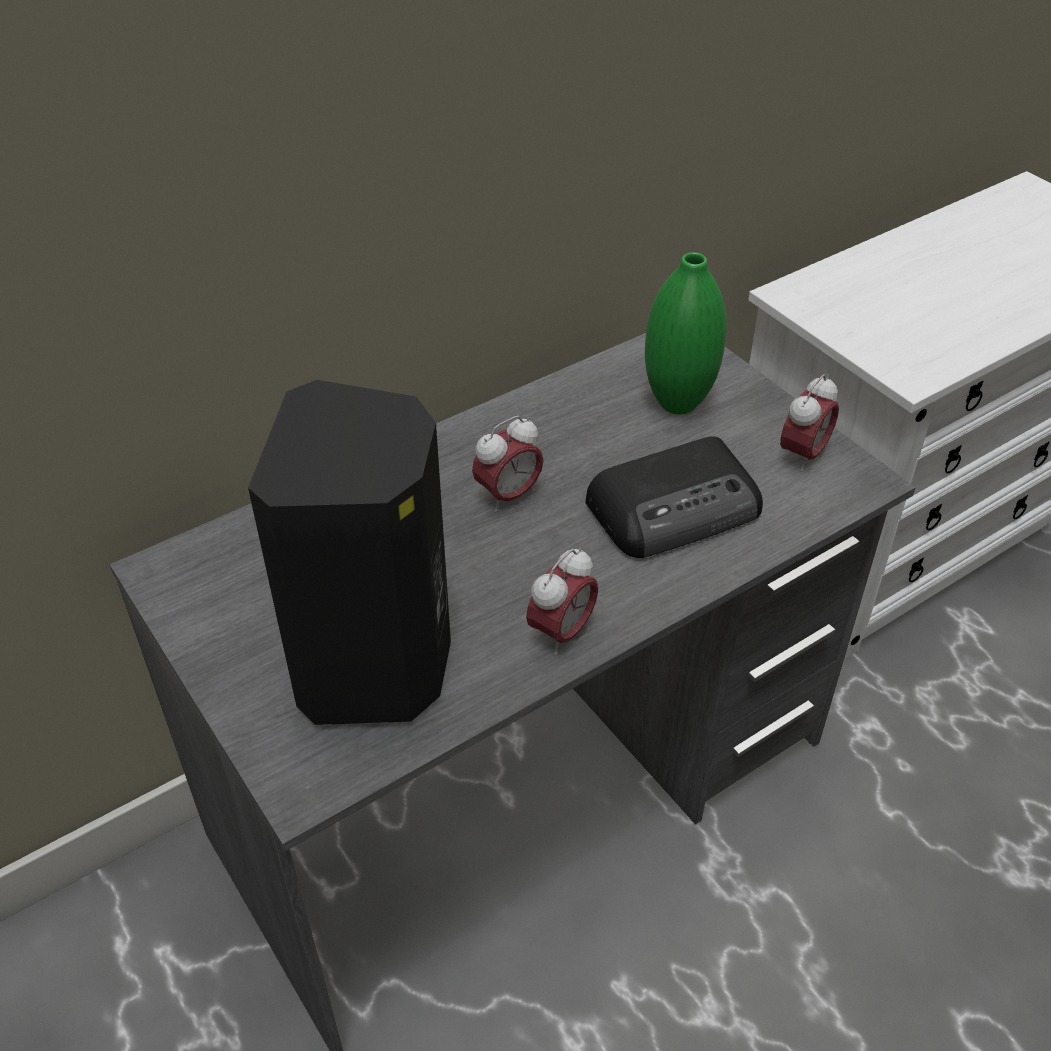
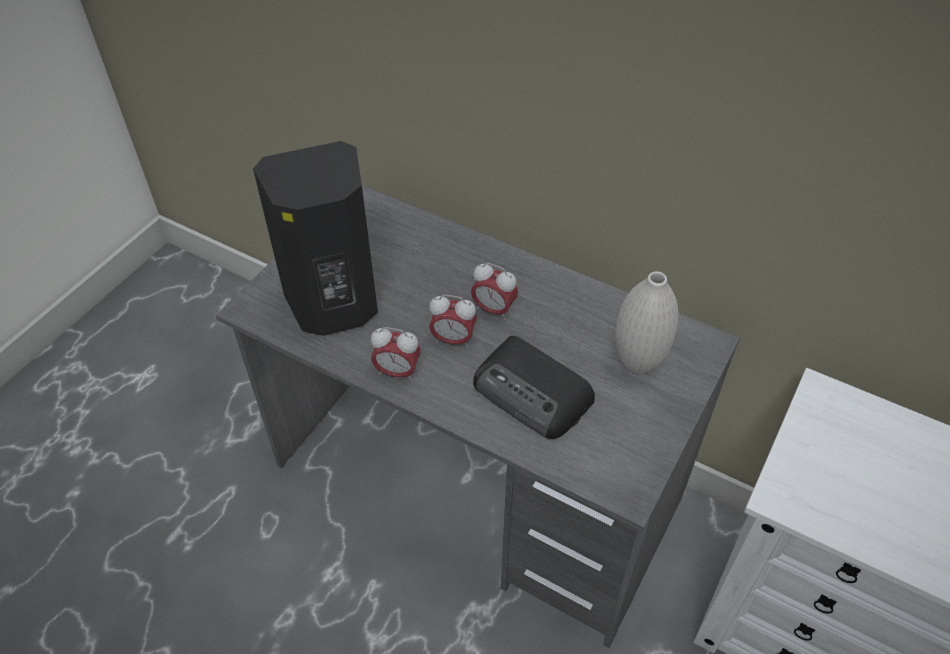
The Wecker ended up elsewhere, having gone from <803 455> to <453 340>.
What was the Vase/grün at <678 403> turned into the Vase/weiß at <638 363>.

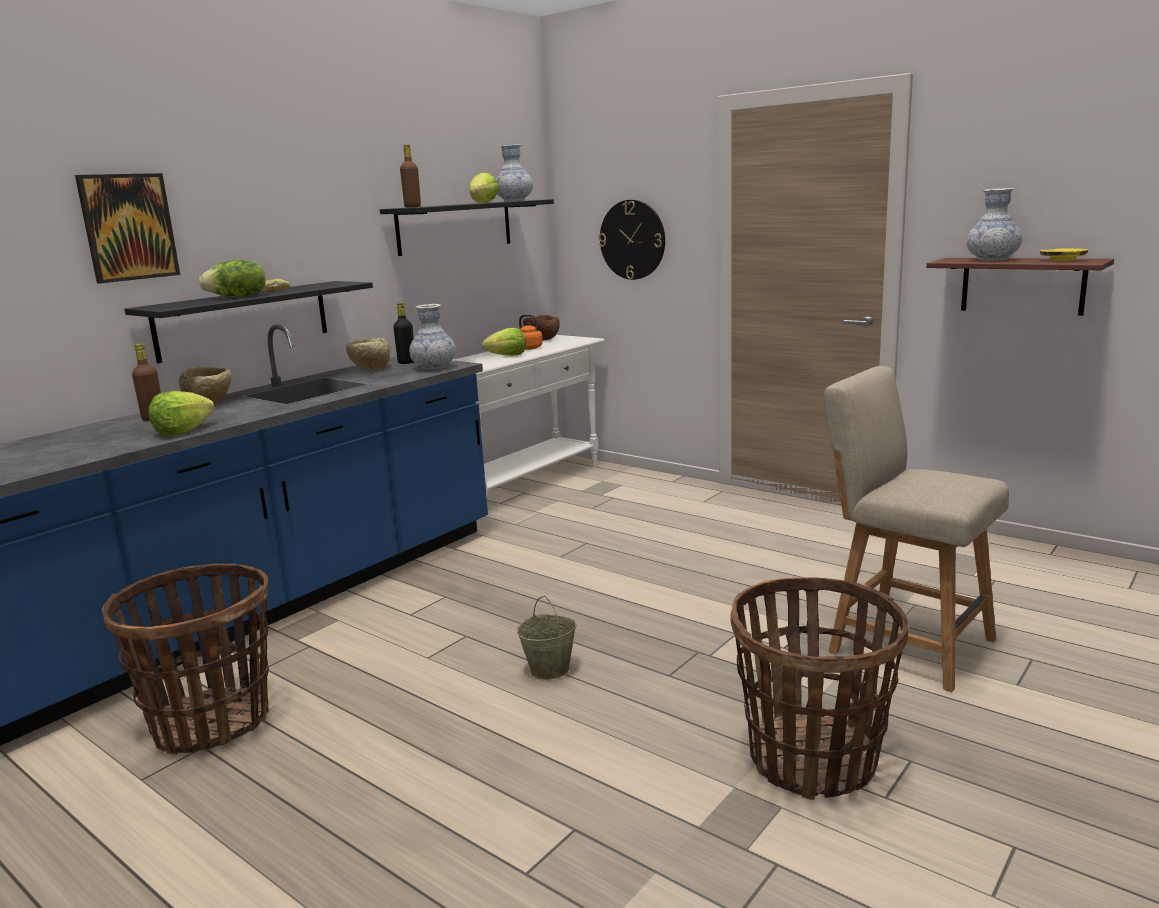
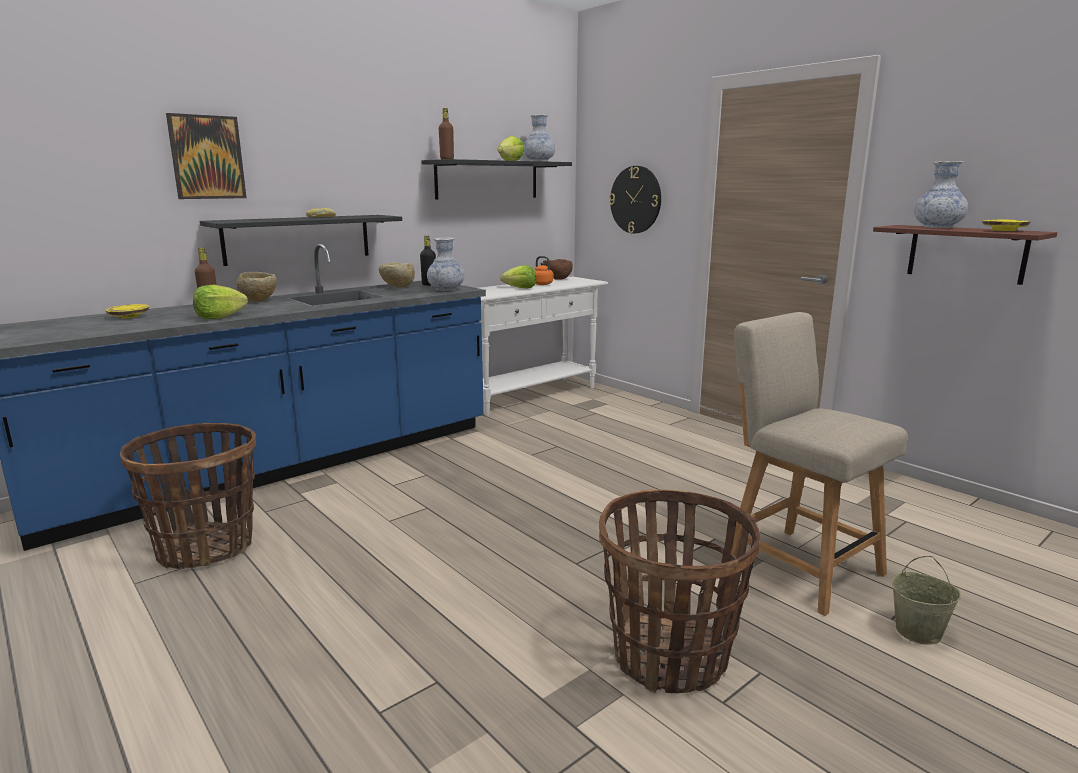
The second view gained the Teller/gelb at <129 316>.
The Eimer/beige ended up elsewhere, having gone from <550 669> to <918 632>.
The second view lost the Salatkopf at <238 297>.

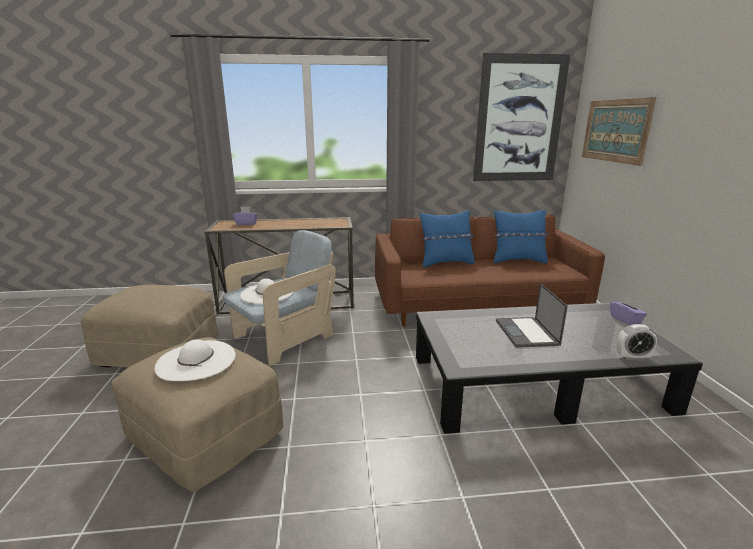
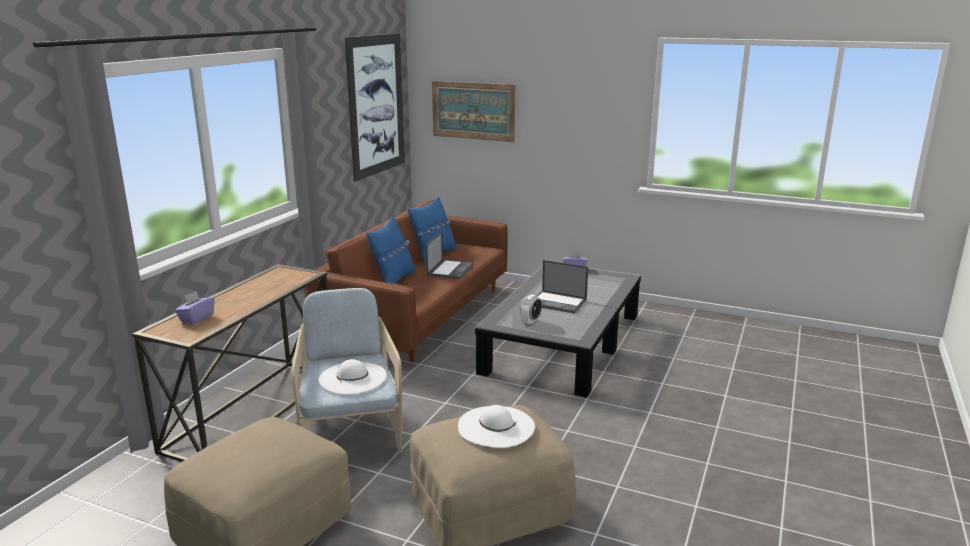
The second view gained the Laptop at <450 270>.
The Wecker ended up elsewhere, having gone from <632 357> to <530 323>.

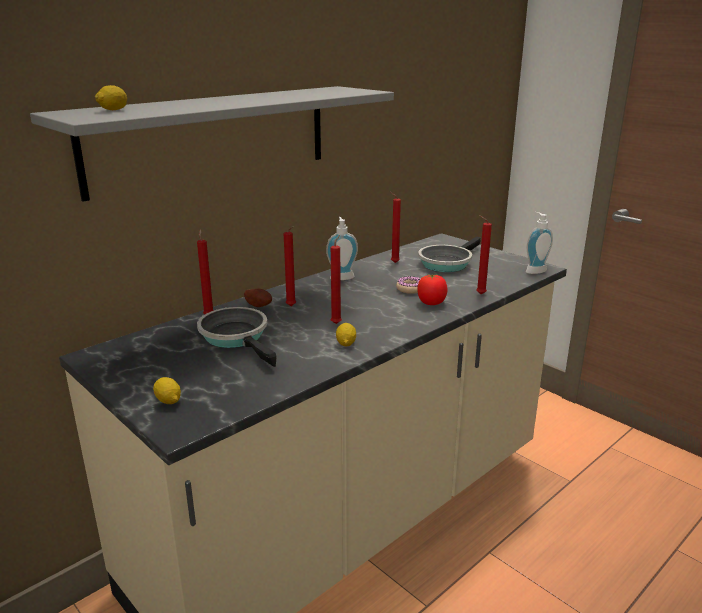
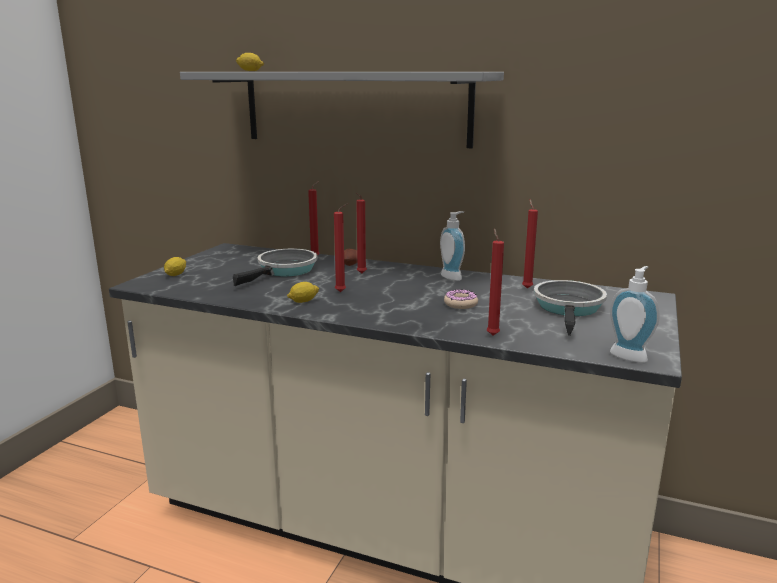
The Pfanne at <446 263> ended up facing another way, 90 degrees clockwise from before.
The second view lost the Tomate at <431 303>.

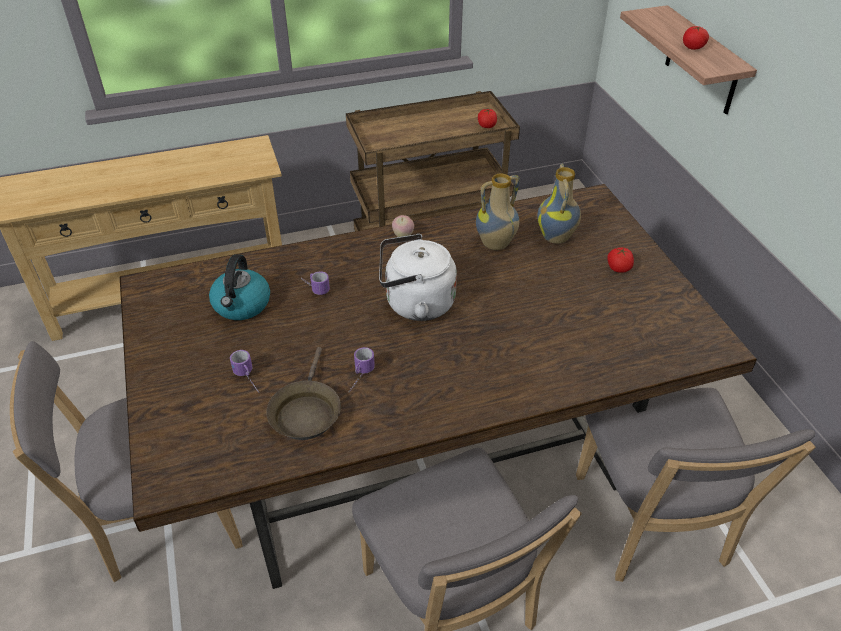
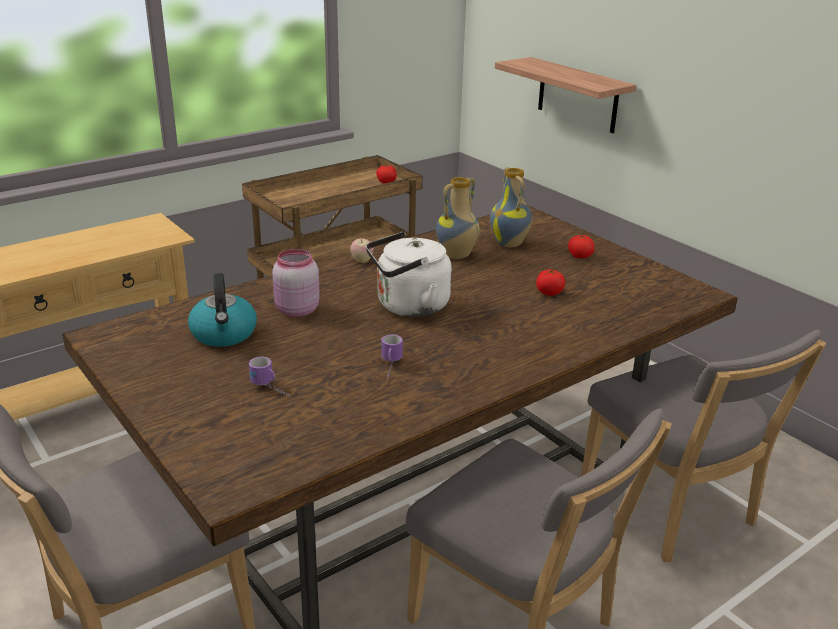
Where the Henkelbecher stood at <314 288>, the Vorratsglas/rosa came to stand at <296 310>.
The Tomate ended up elsewhere, having gone from <693 47> to <549 293>.
The second view lost the Pfanne/braun at <305 412>.

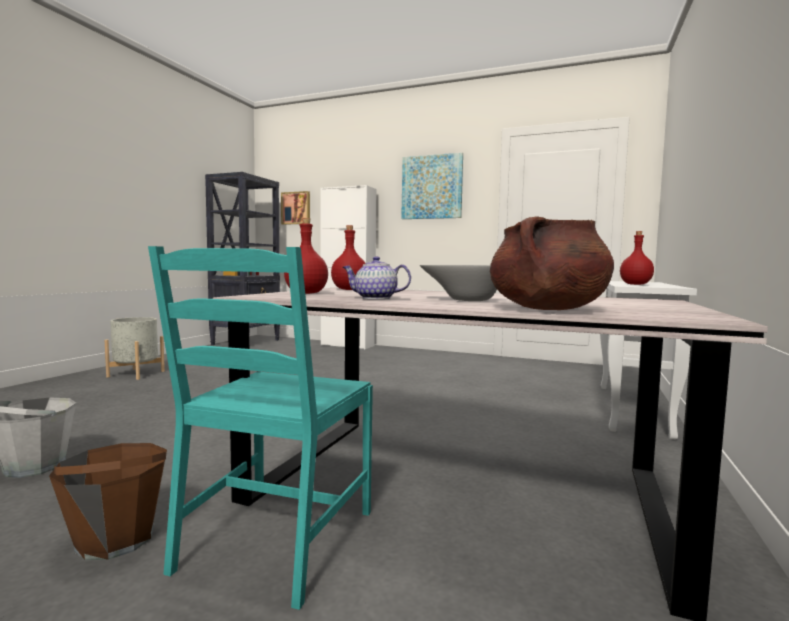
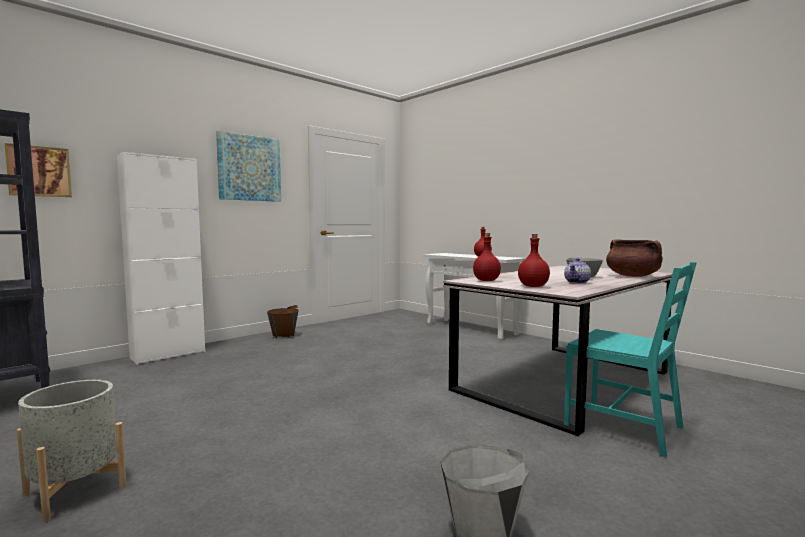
The Eimer/braun ended up elsewhere, having gone from <115 539> to <283 336>.

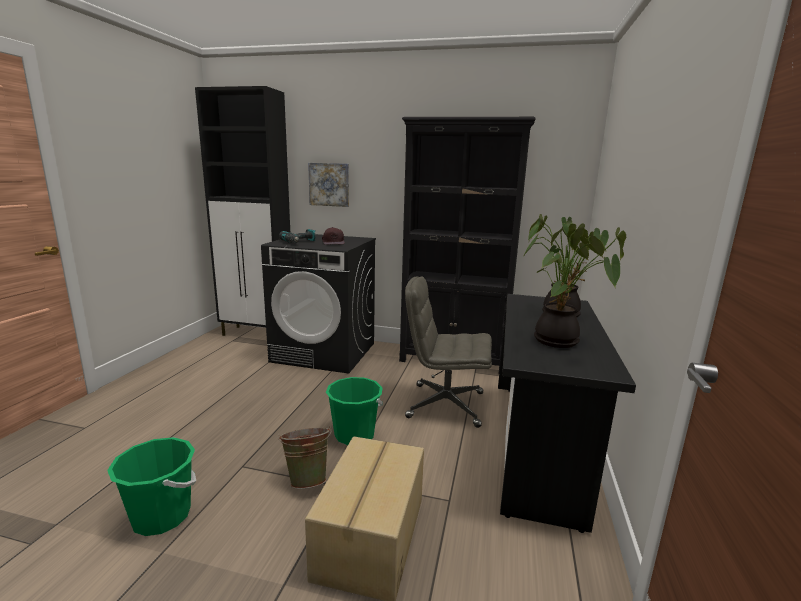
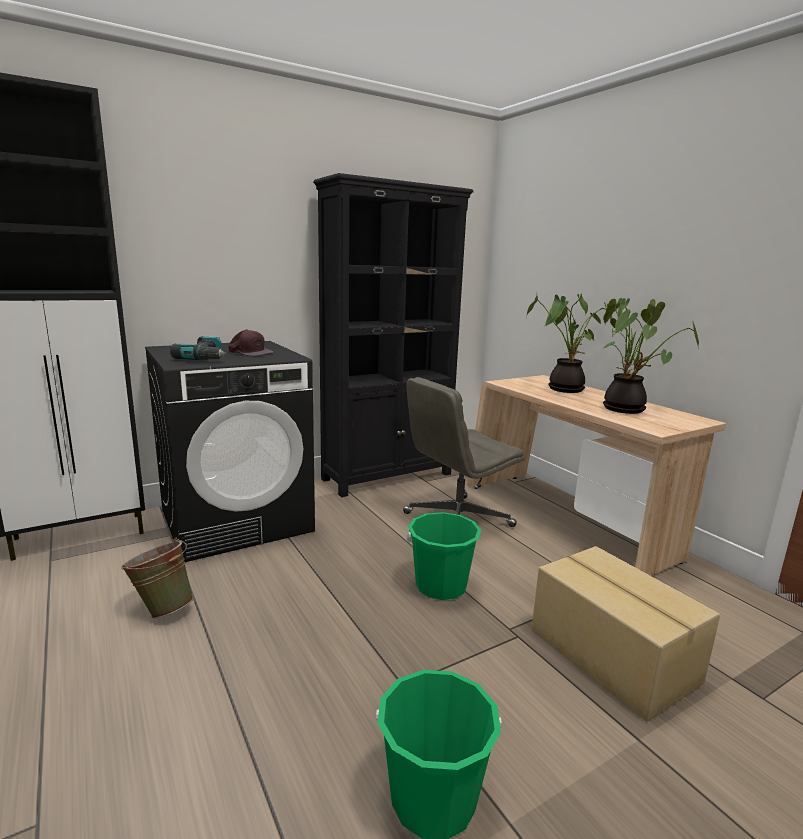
The Eimer/grün ended up elsewhere, having gone from <307 479> to <162 608>.
What was the Schreibtisch/schwarz at <537 445> turned into the Schreibtisch/beige at <567 520>.
The second view lost the Bild at <329 184>.

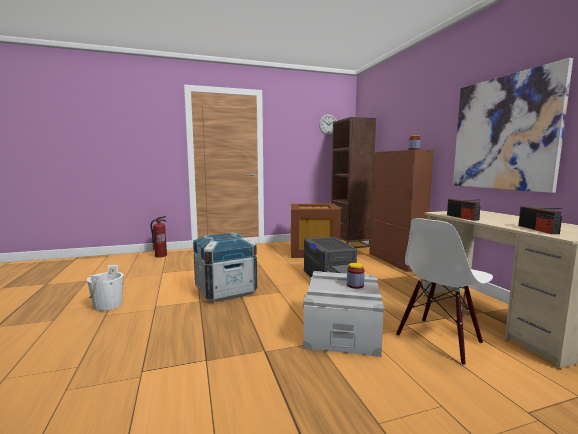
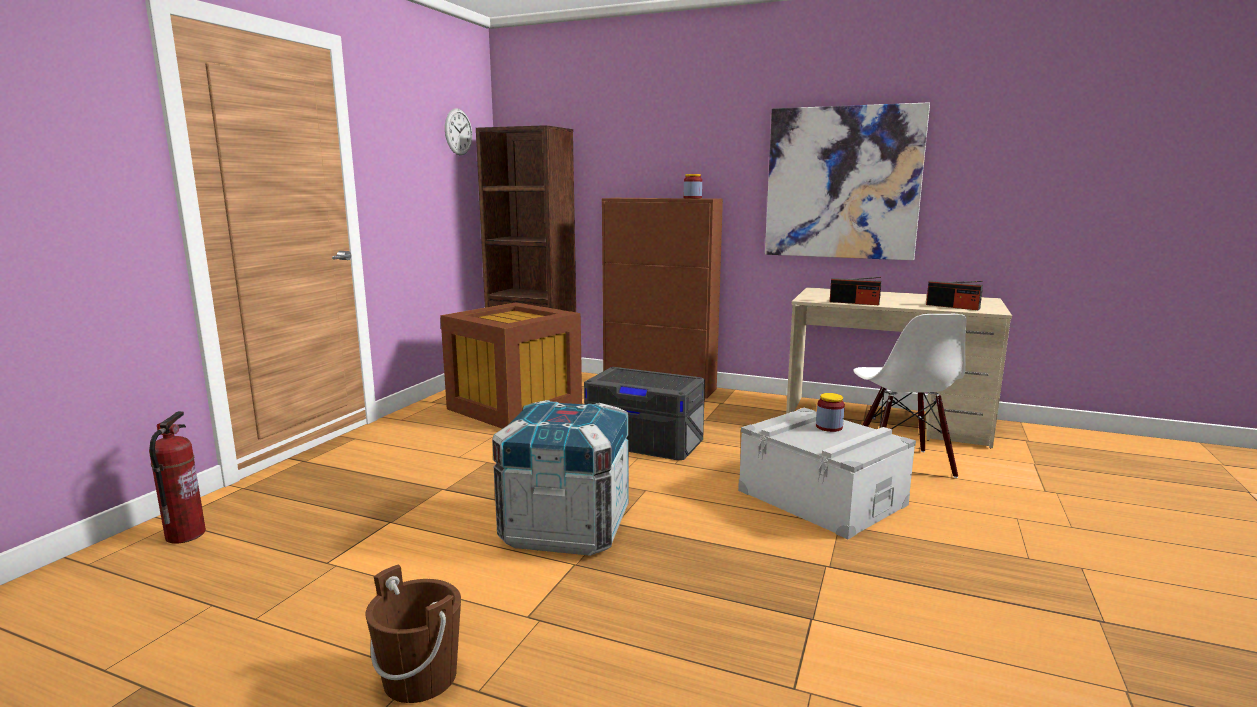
What was the Eimer/weiß at <108 305> turned into the Eimer/braun at <420 677>.

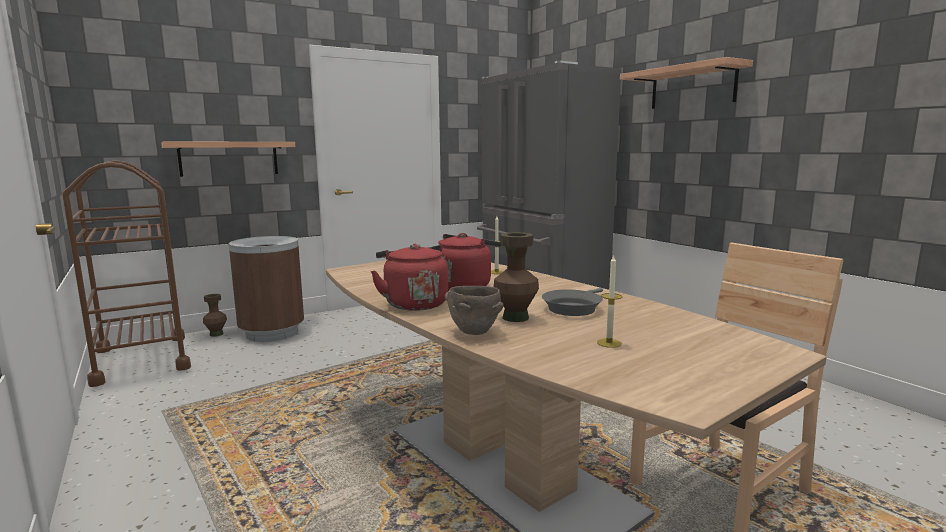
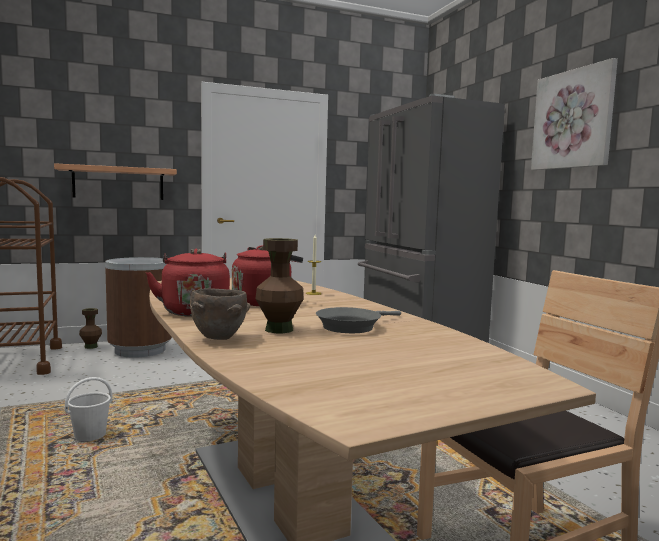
The second view gained the Eimer/weiß at <89 436>.
Where the Wandregal hung at <692 87>, the Bild came to hang at <573 119>.
The second view lost the Kerze at <609 343>.

